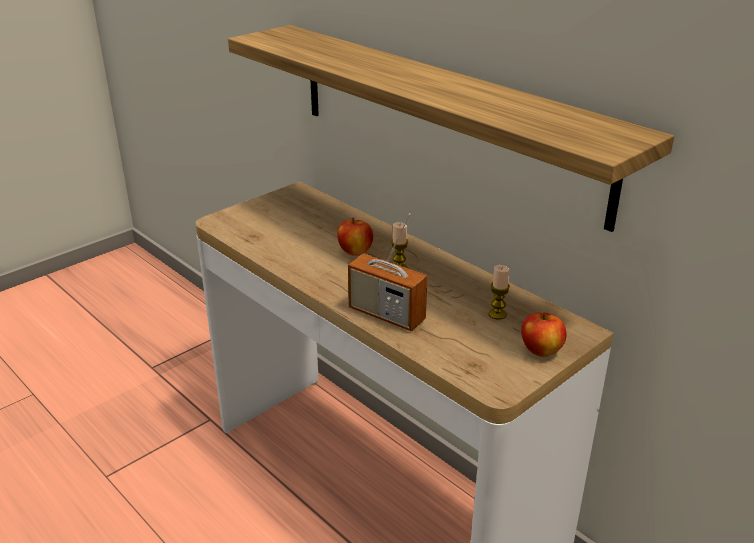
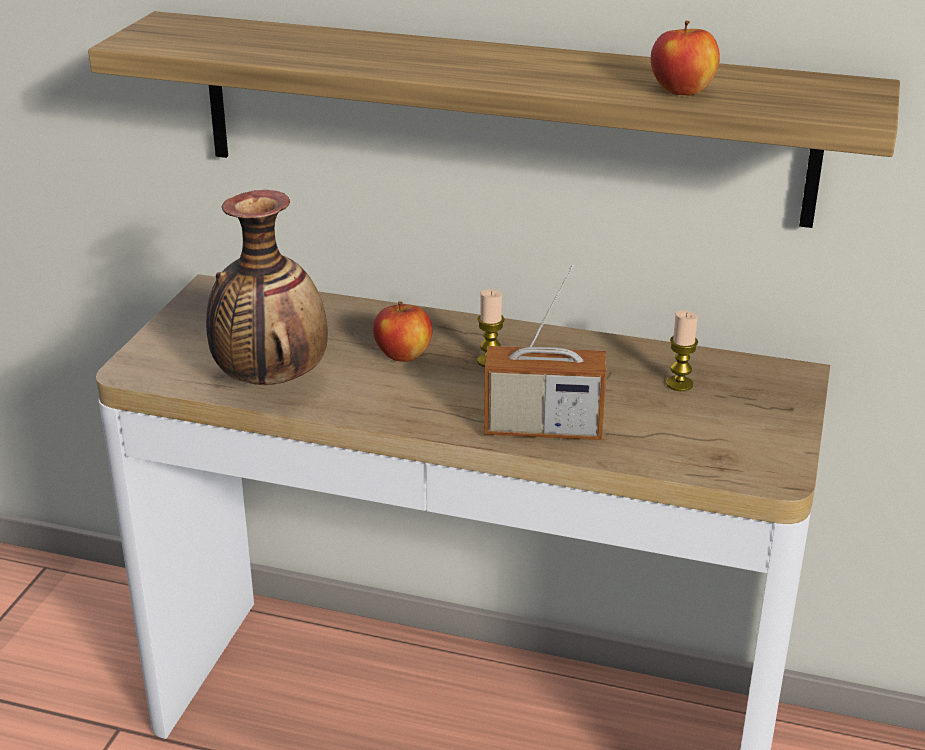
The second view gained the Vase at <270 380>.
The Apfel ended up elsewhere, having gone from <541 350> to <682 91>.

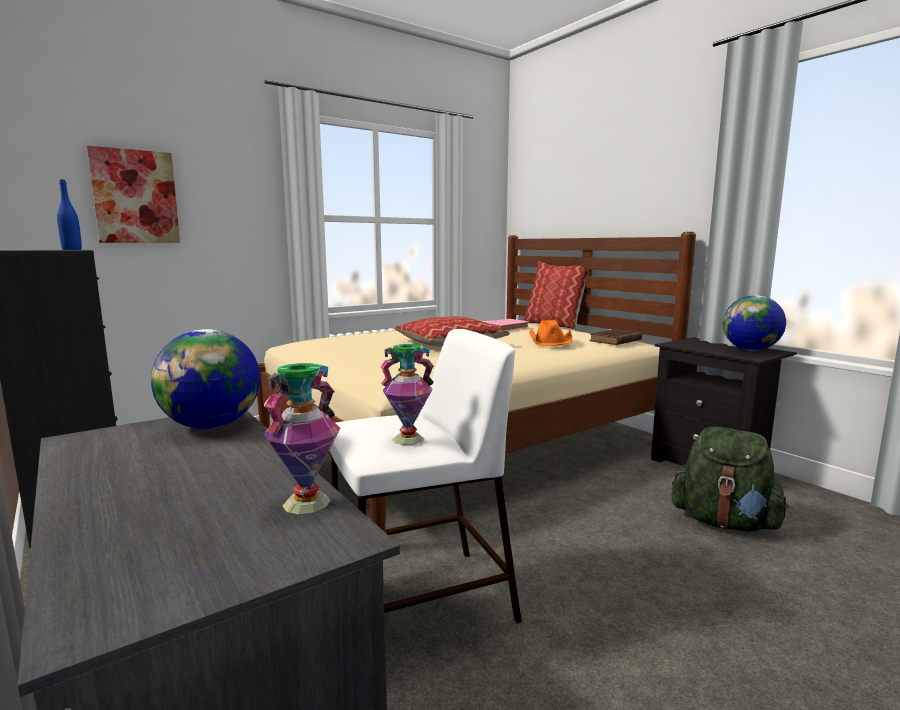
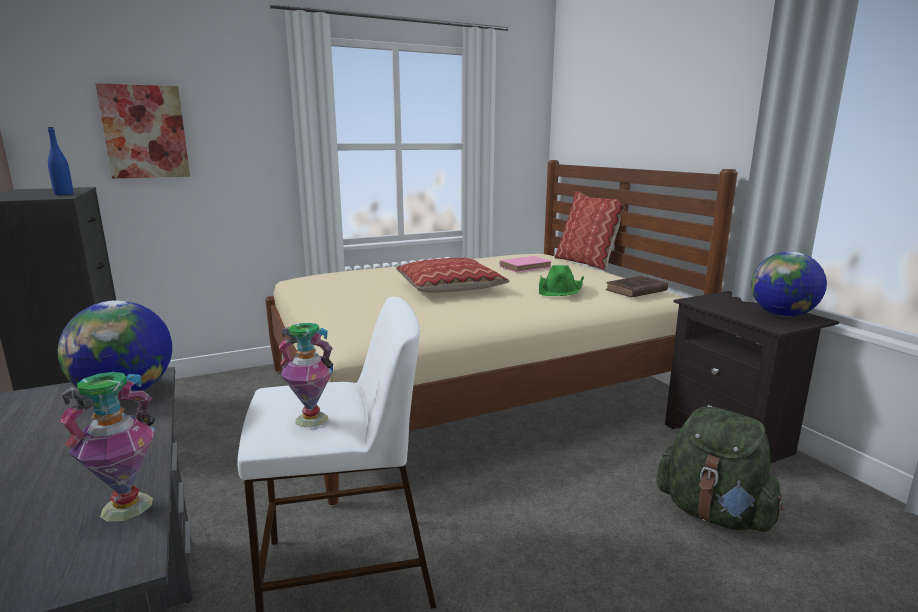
What was the Hut/orange at <551 341> turned into the Hut/grün at <560 289>.

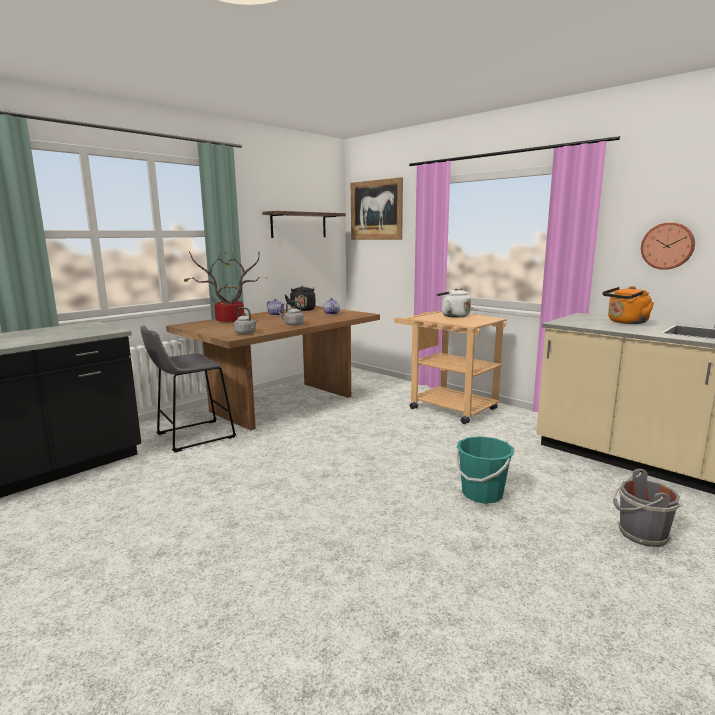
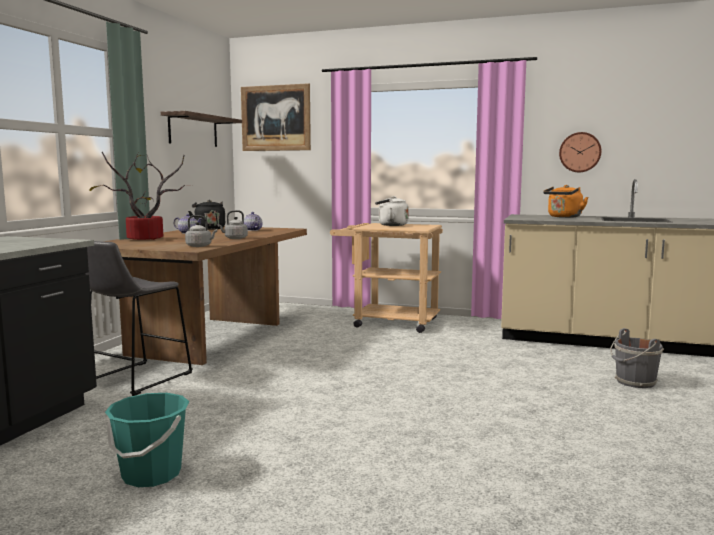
The Eimer/türkis ended up elsewhere, having gone from <482 494> to <151 474>.

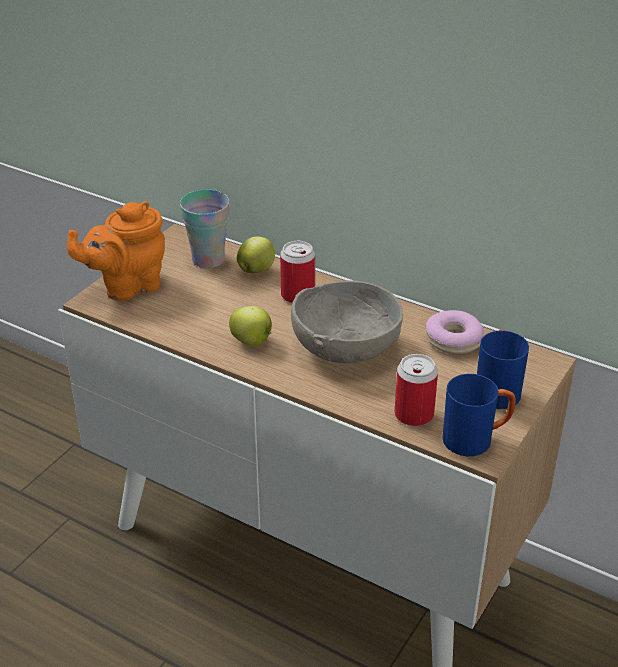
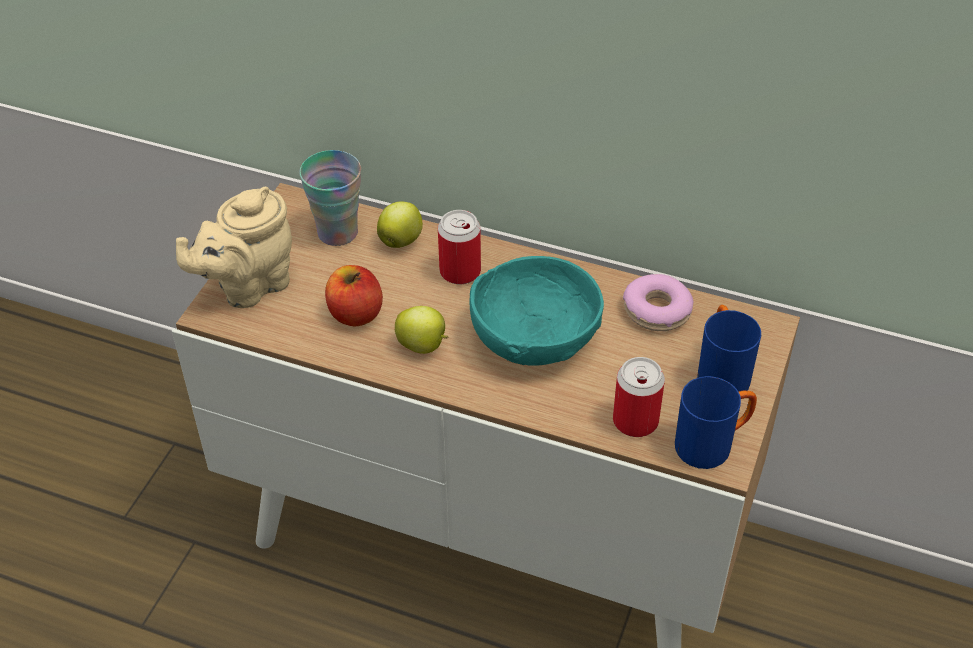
What was the Teekanne/orange at <127 286> turned into the Teekanne/beige at <248 286>.
The second view gained the Apfel at <355 314>.
What was the Schüssel/grau at <345 346> turned into the Schüssel/türkis at <534 337>.

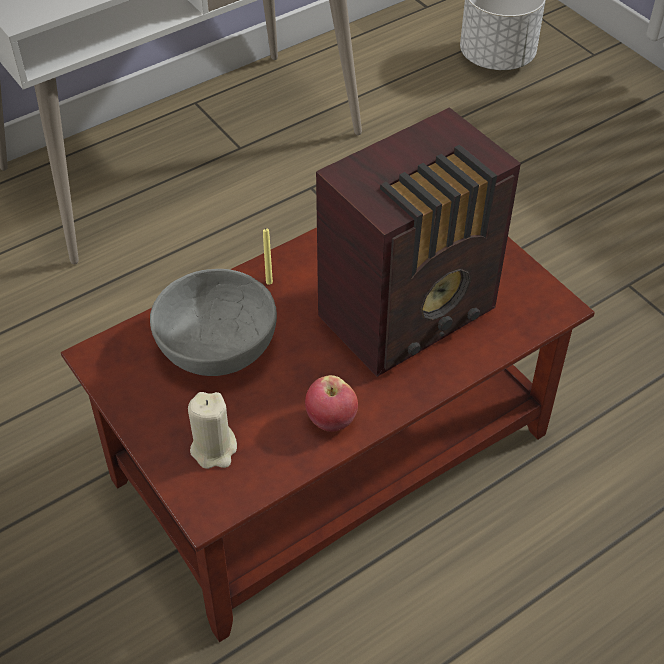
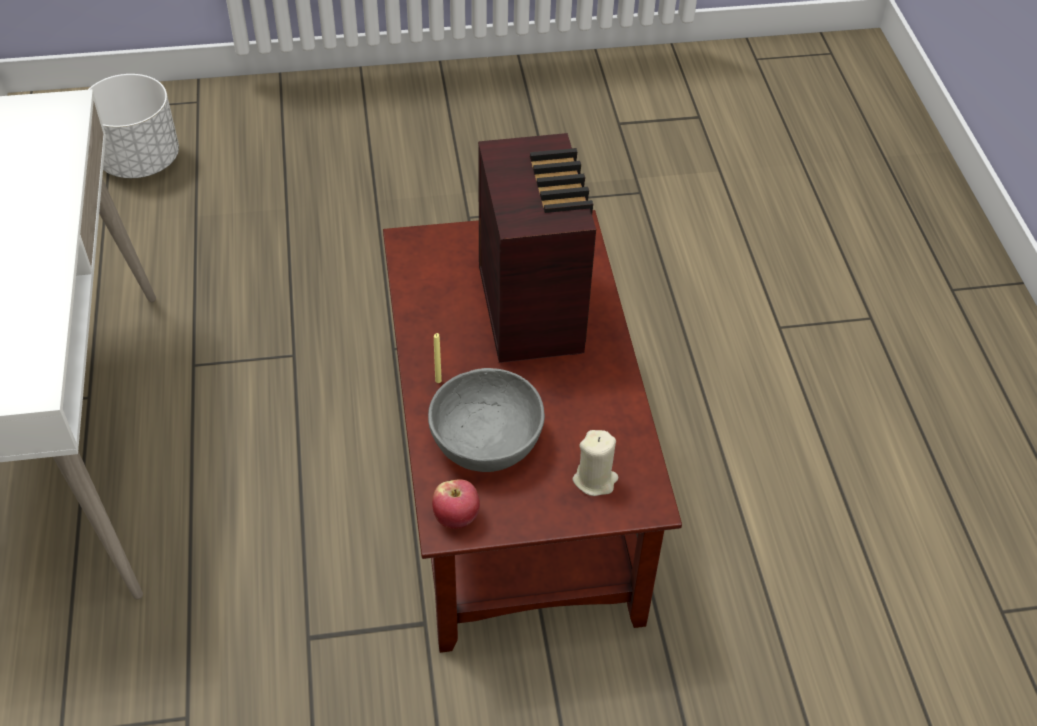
The Apfel ended up elsewhere, having gone from <331 420> to <456 518>.

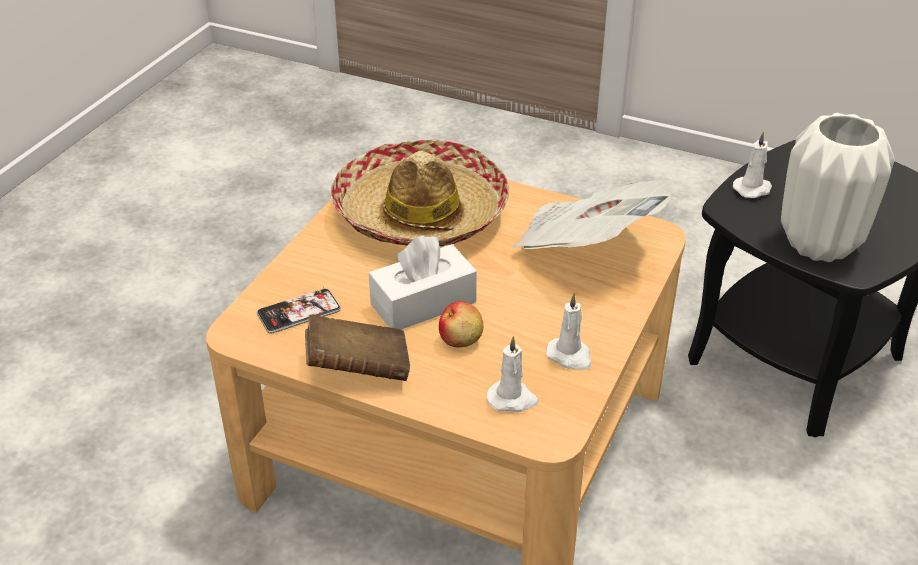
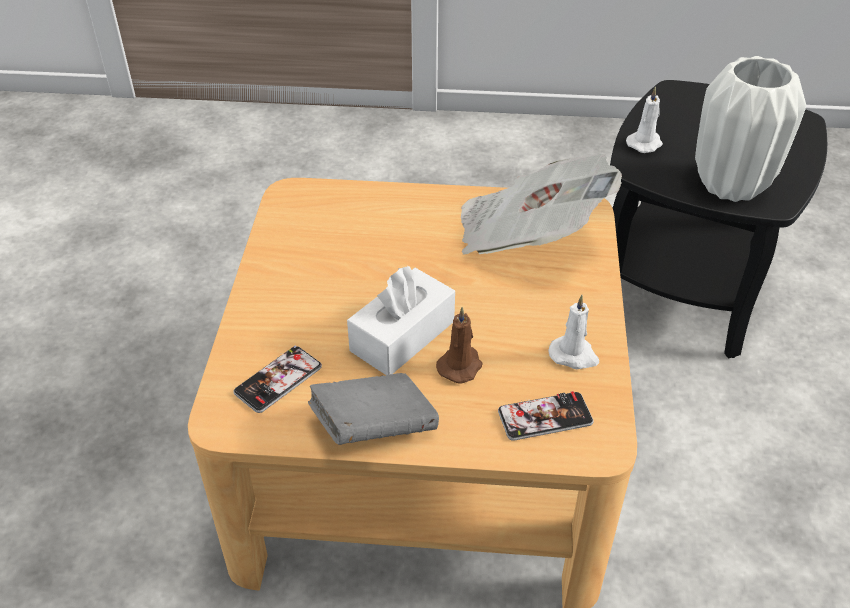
What was the Buch/braun at <358 368> turned into the Buch/grau at <374 427>.
Where the Apfel stood at <461 339>, the Kerze/braun came to stand at <460 365>.
Where the Kerze/weiß stood at <512 399>, the Handy came to stand at <545 417>.
The second view lost the Hut at <421 213>.

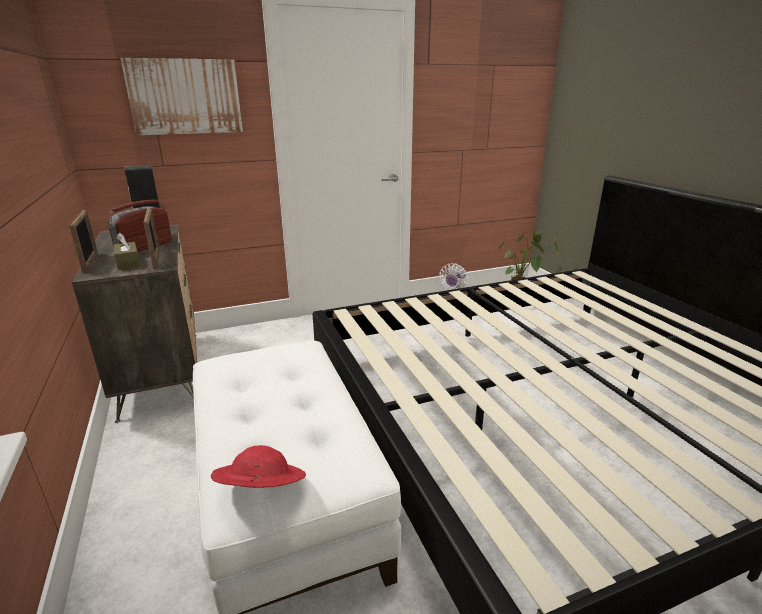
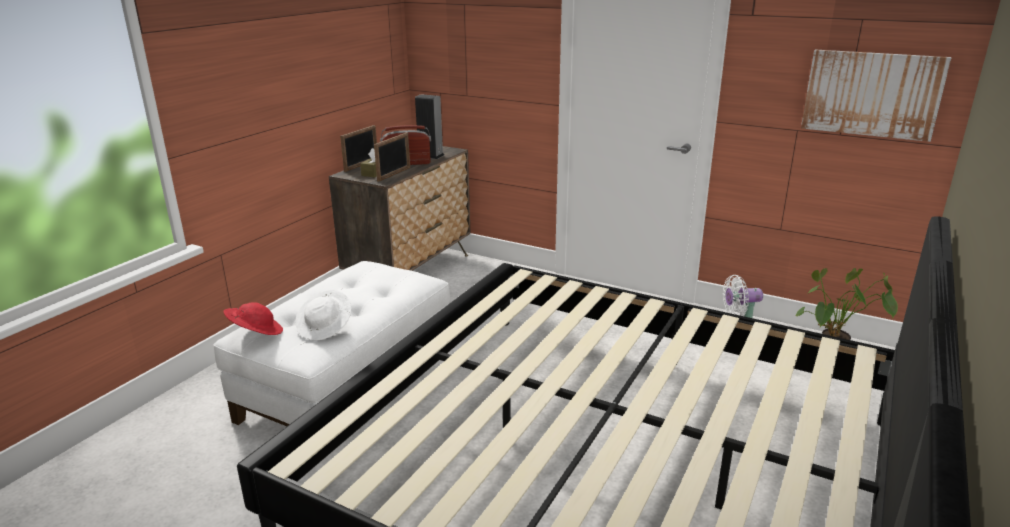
The second view gained the Hut/weiß at <325 327>.
The Bild ended up elsewhere, having gone from <185 97> to <871 94>.

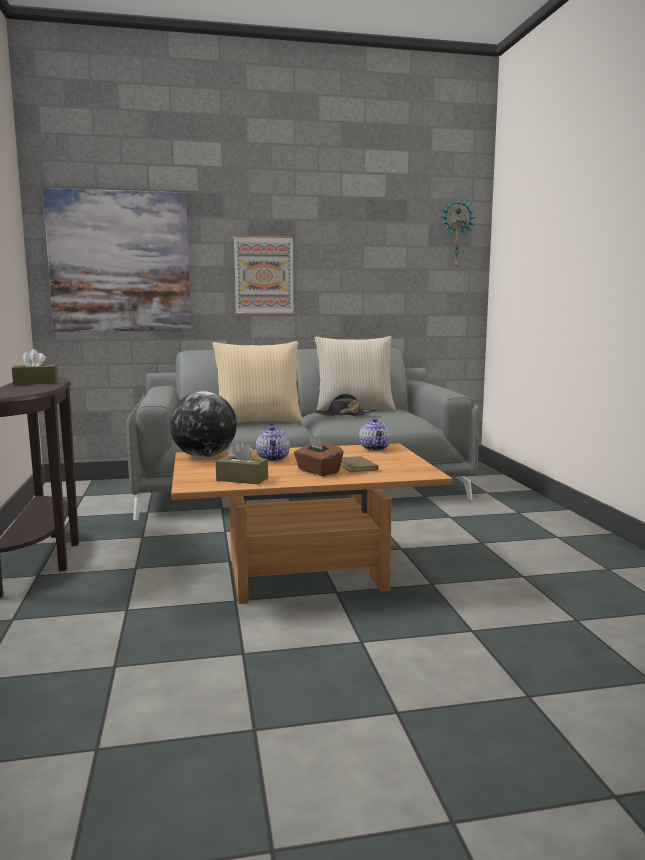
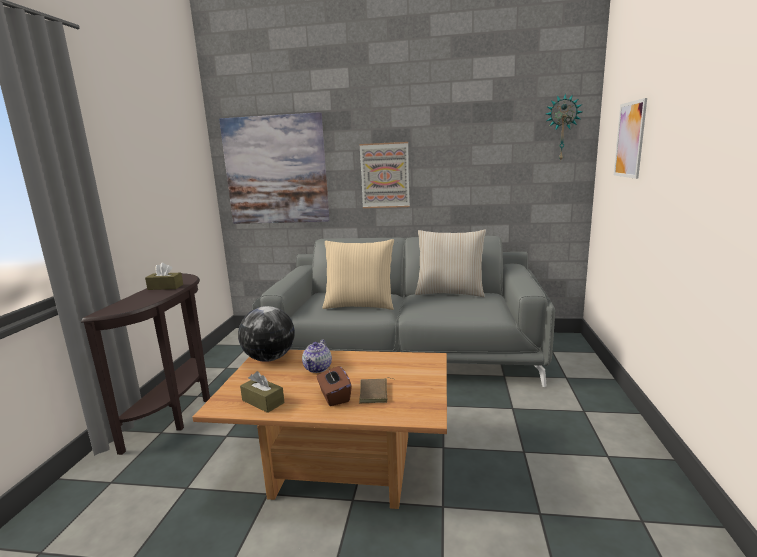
The second view gained the Bild at <630 139>.
The second view lost the Hut/schwarz at <344 415>.
The second view lost the Teekanne at <375 448>.

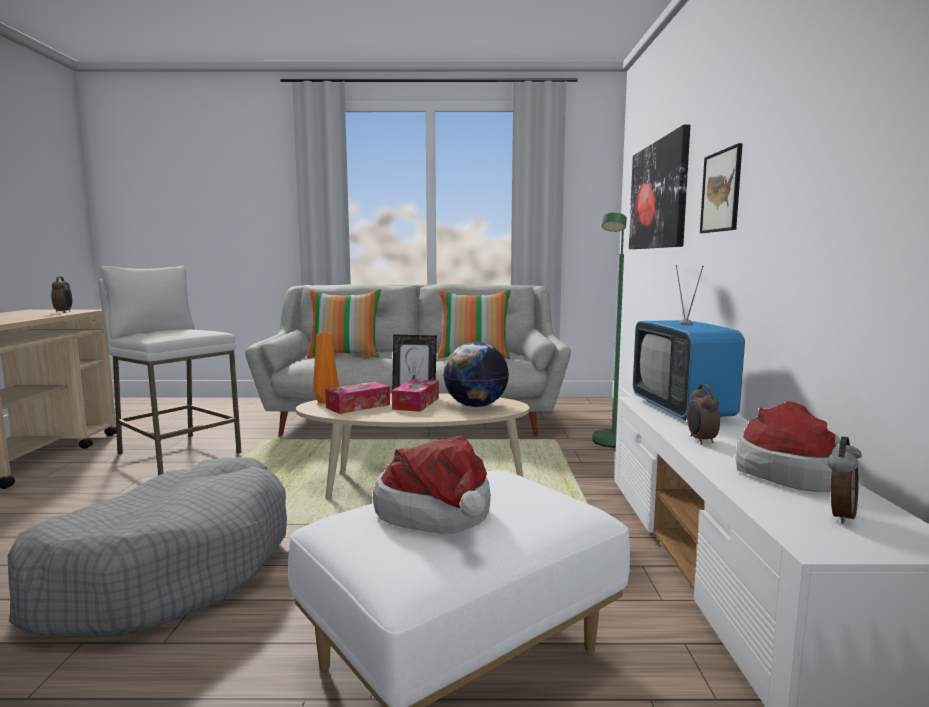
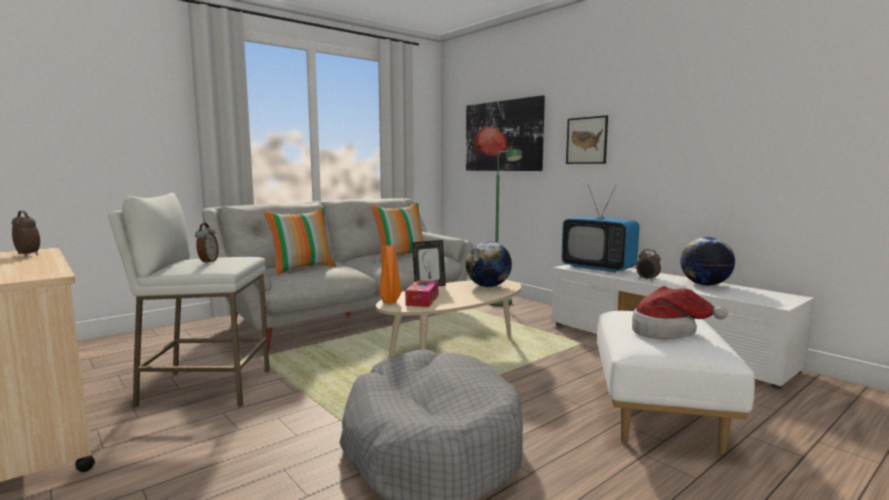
The Wecker ended up elsewhere, having gone from <839 515> to <207 262>.
Where the Hut stood at <788 472>, the Globus came to stand at <705 285>.
The second view lost the Taschentuchbox at <416 403>.

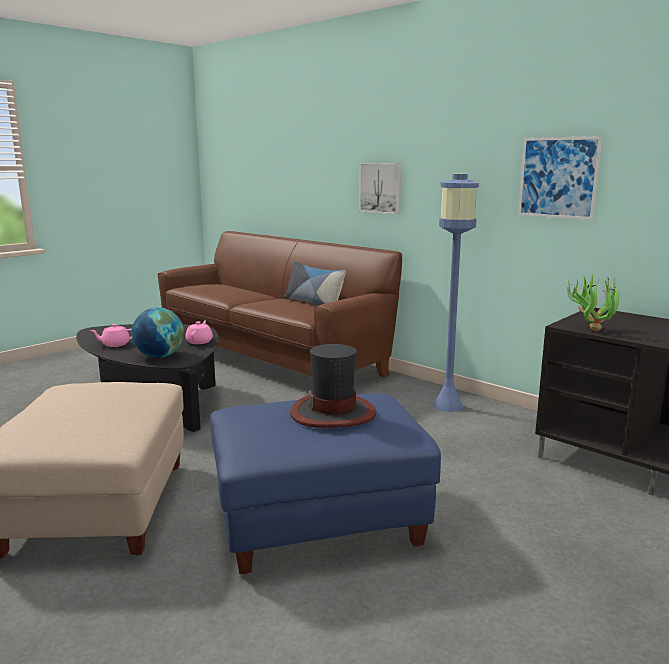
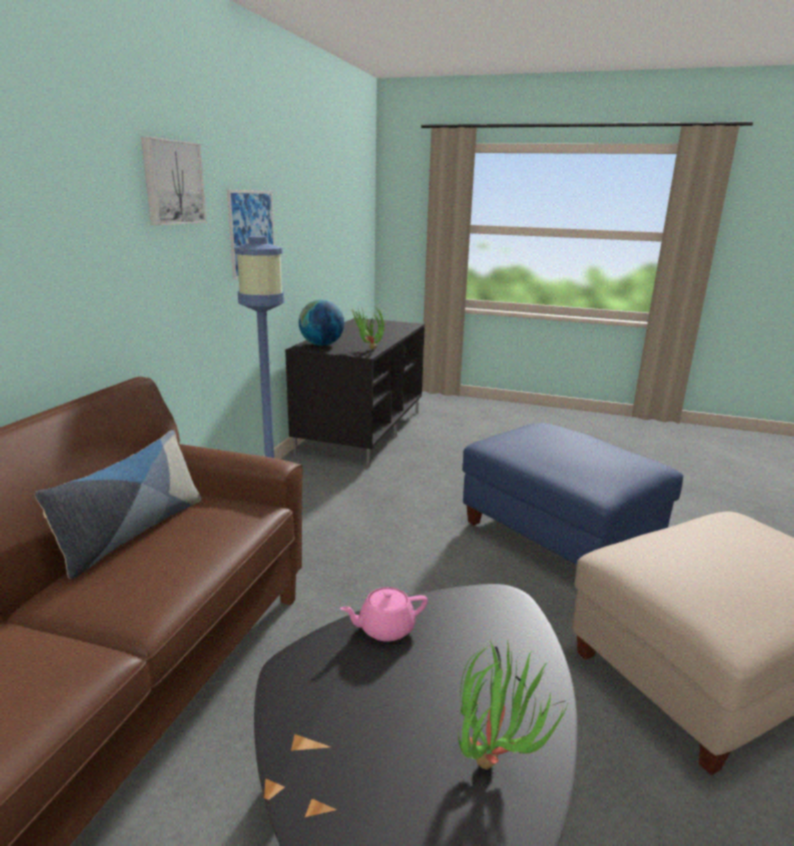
The Bild ended up elsewhere, having gone from <381 188> to <172 182>.
The Globus ended up elsewhere, having gone from <159 356> to <321 345>.
Where the Teekanne/rosa stood at <115 344>, the Topfpflanze came to stand at <497 757>.
The second view lost the Hut at <333 412>.

